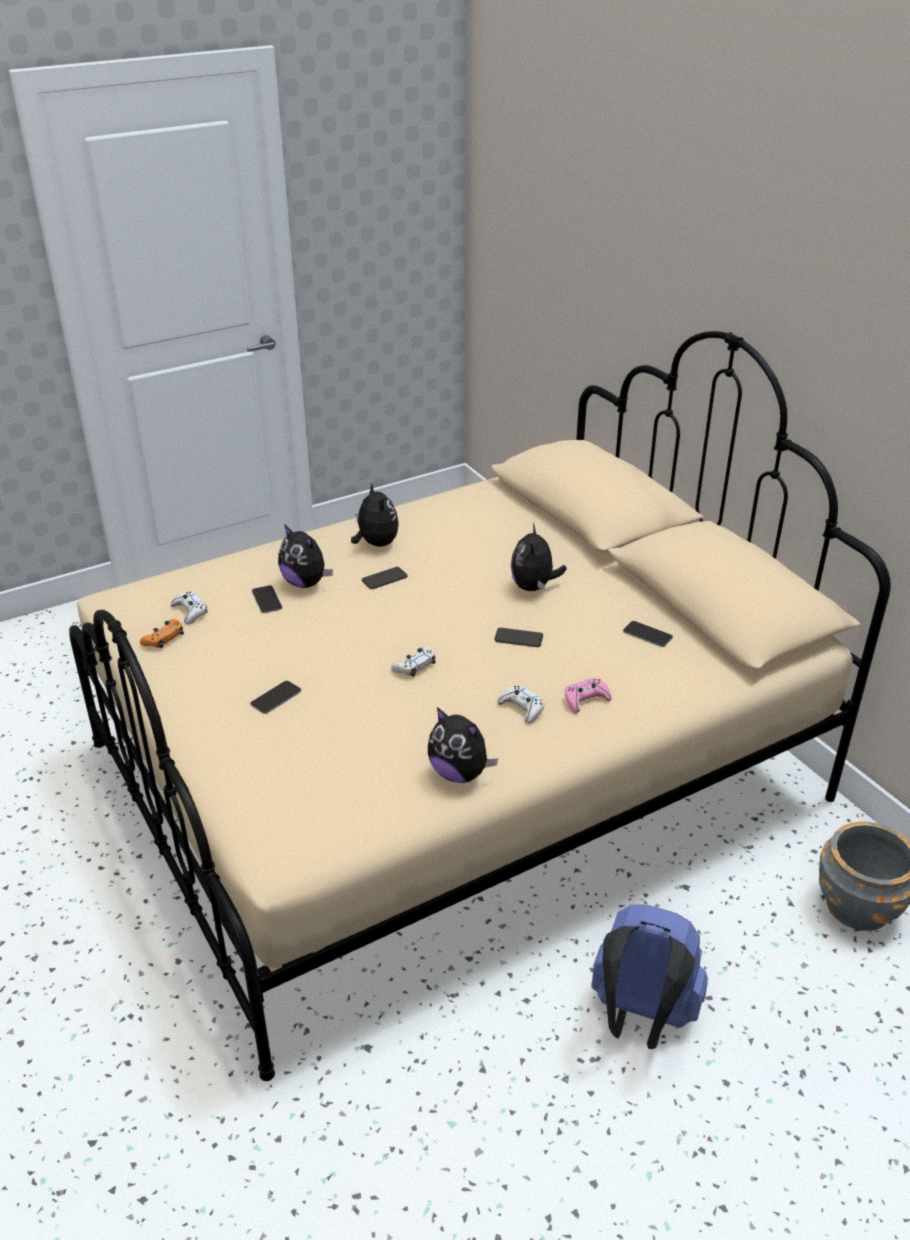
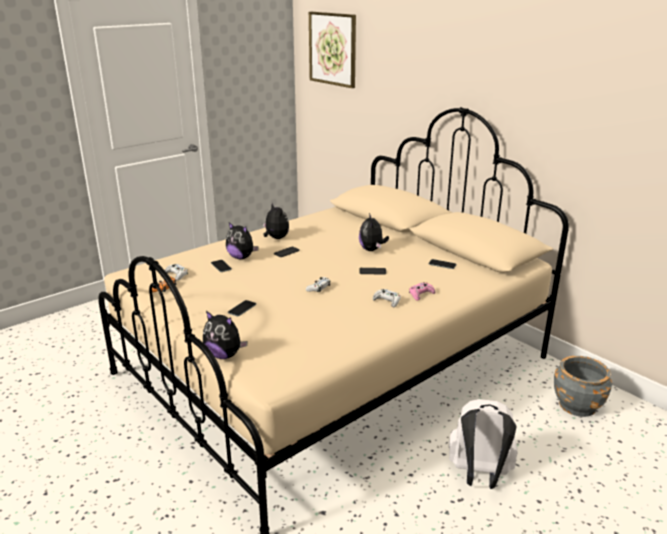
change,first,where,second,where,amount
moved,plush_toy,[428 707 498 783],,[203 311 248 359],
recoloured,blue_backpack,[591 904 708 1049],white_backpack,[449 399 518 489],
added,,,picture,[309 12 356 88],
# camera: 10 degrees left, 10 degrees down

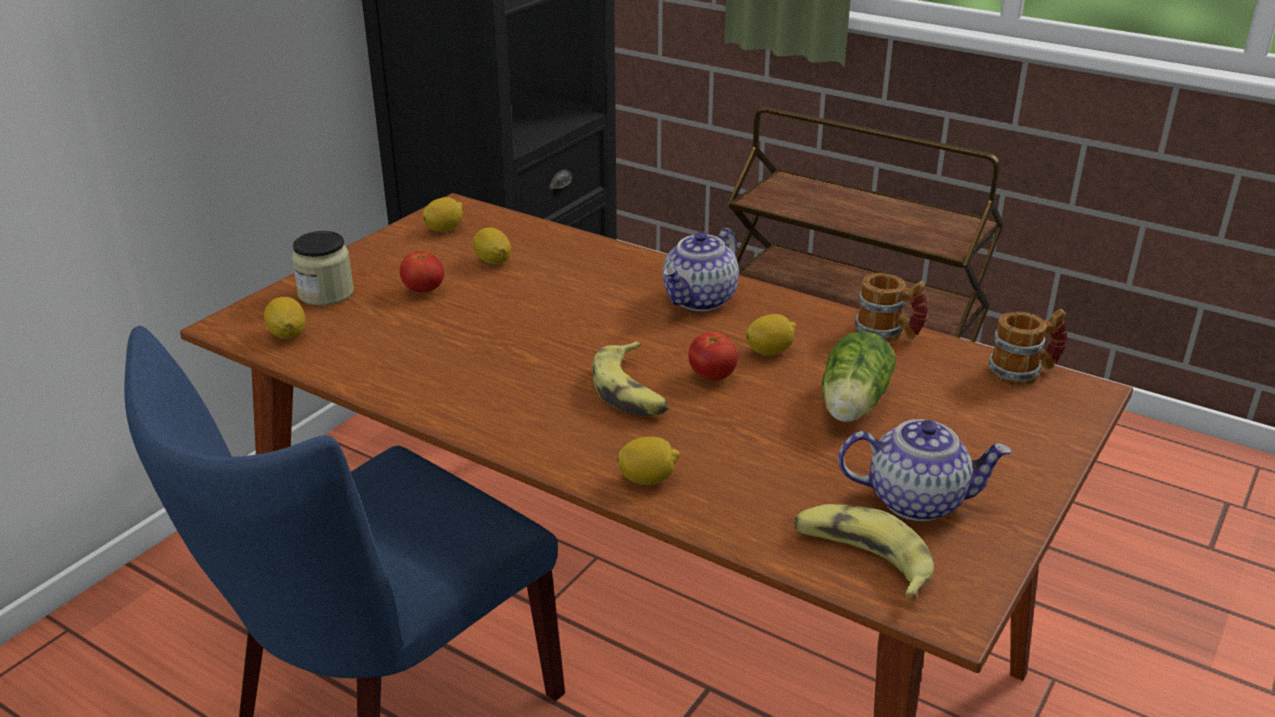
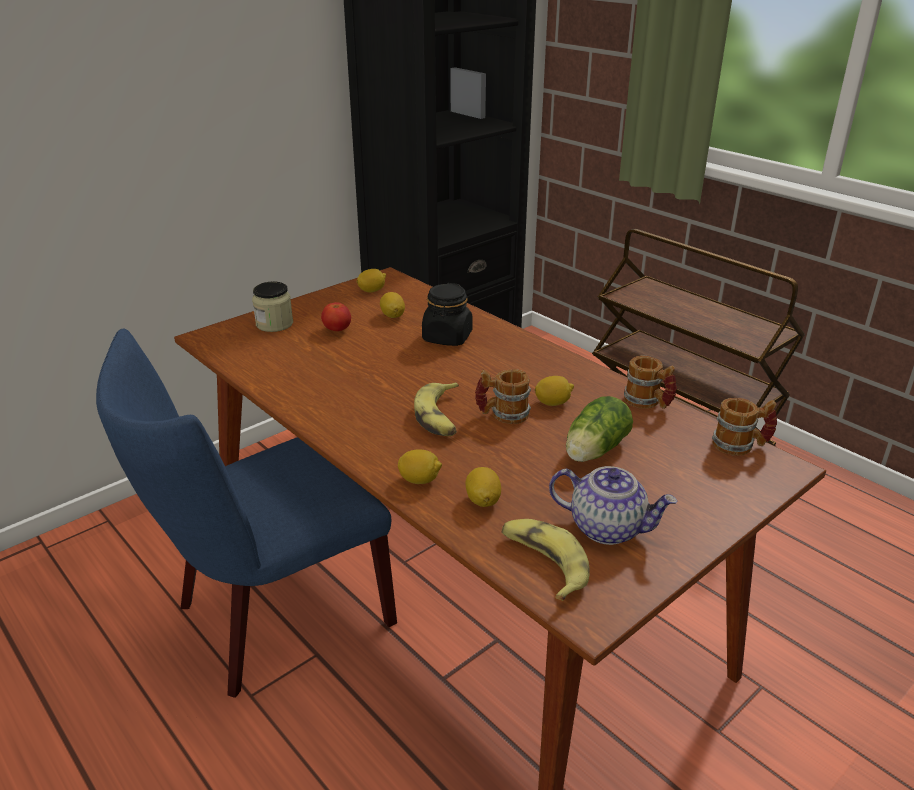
change,first,where,second,where,amount
moved,lemon,[264 297 306 339],,[466 467 501 507],
removed,teapot,[663 228 739 311],,,
replaced,tomato,[688 332 738 381],mug,[475 369 531 424],
added,,,black_jar,[422 283 472 346],
# camera: 15 degrees right, 0 degrees up

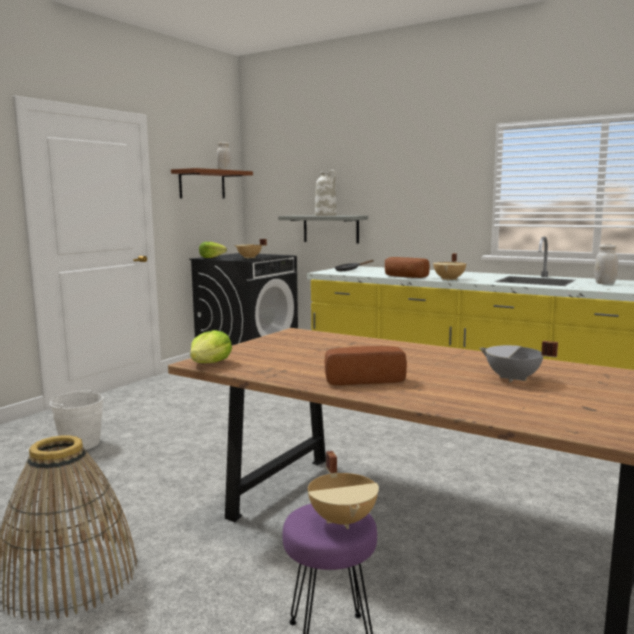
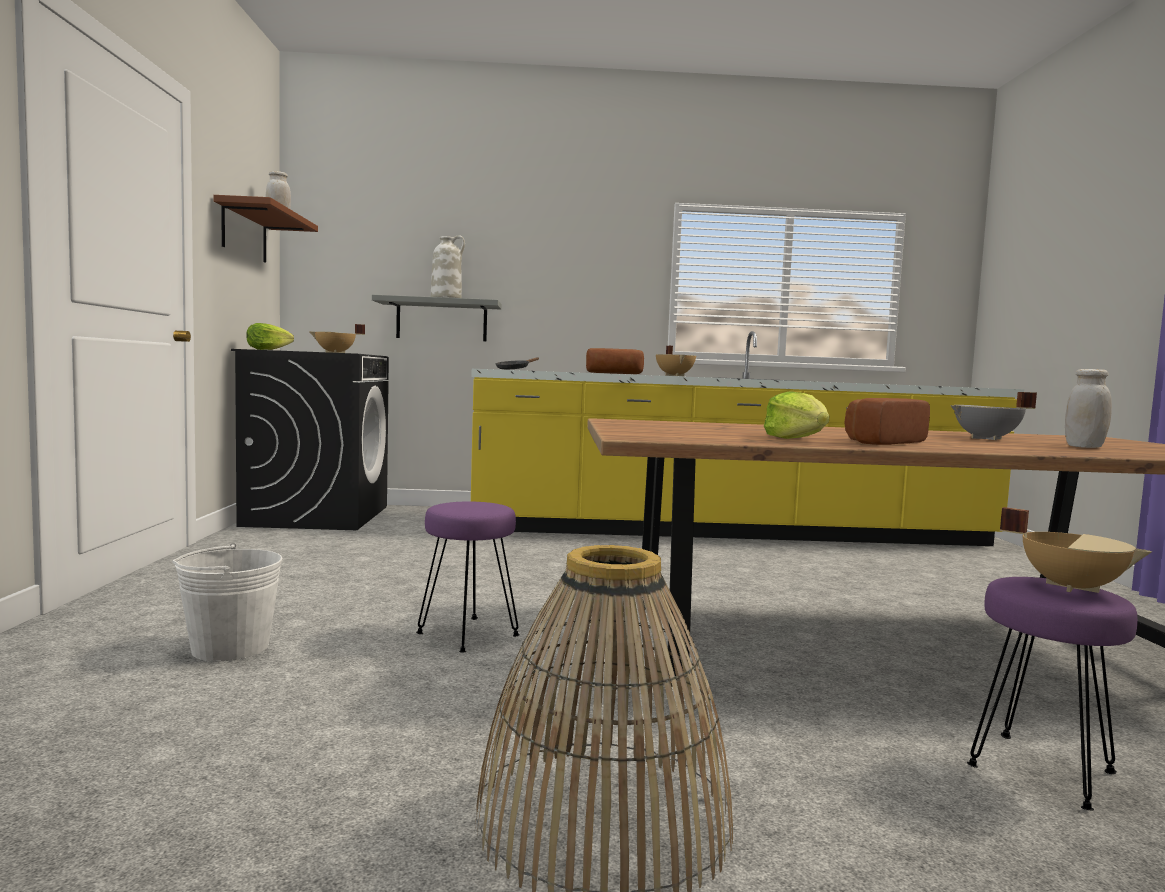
change,first,where,second,where,amount
moved,lettuce,[190 330 232 363],,[764 391 830 439],
moved,white_jar,[594 244 618 284],,[1065 369 1112 448],
added,,,purple_stool,[416 501 520 652],
# camera: 35 degrees left, 5 degrees down

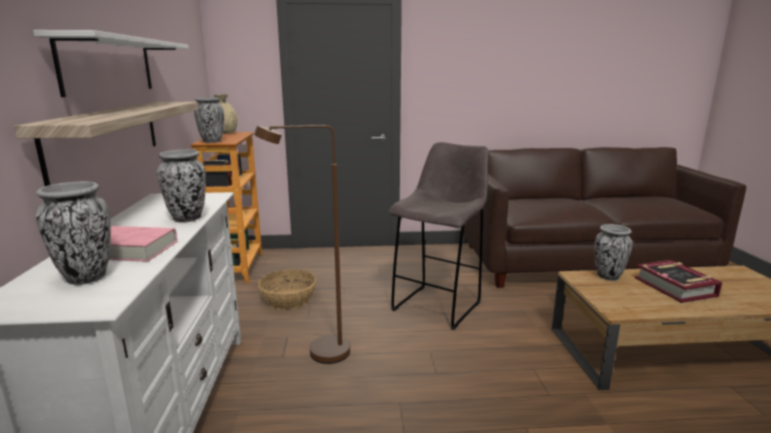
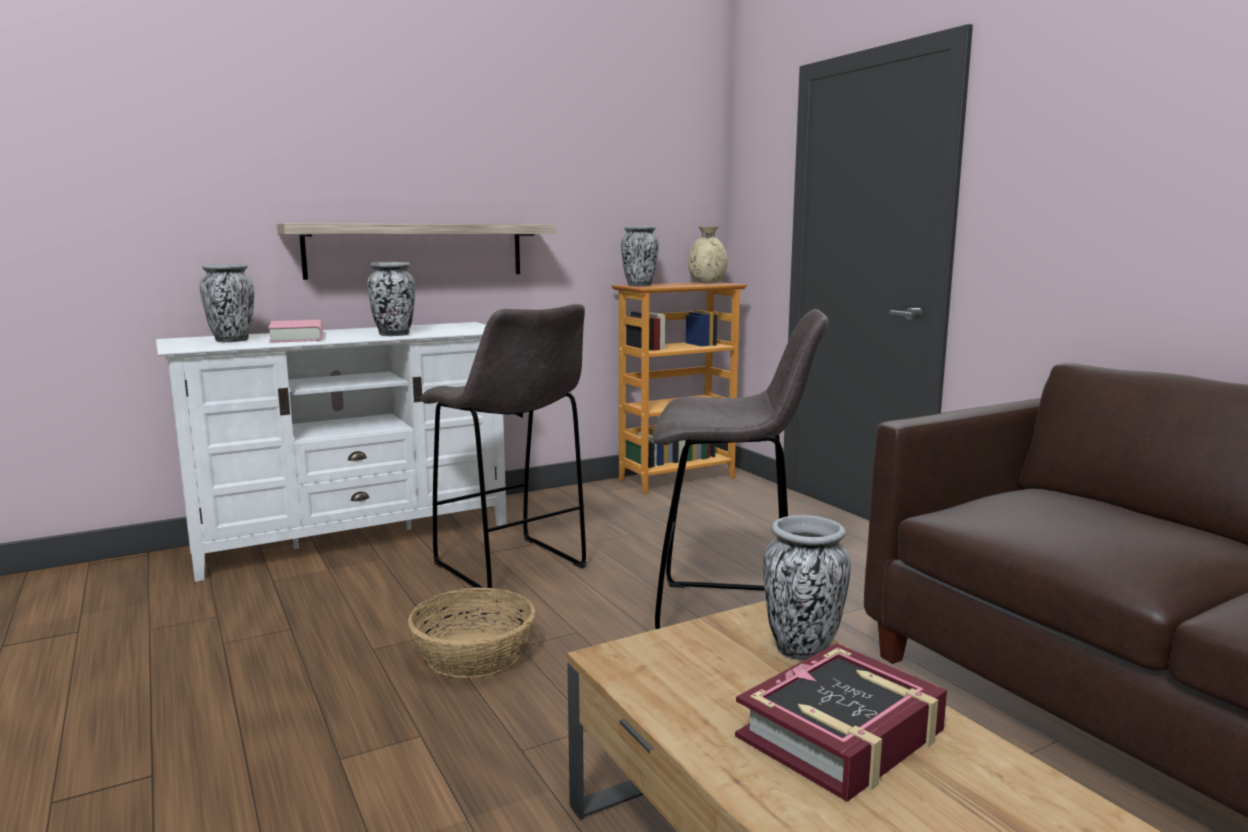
change,first,where,second,where,amount
removed,white_shelf,[33 30 189 97],,,
replaced,brown_floor_lamp,[254 125 350 364],grey_stool,[420 304 587 588],
moved,basket,[258 269 317 310],,[408 587 535 678],
# camera: 65 degrees right, 5 degrees down

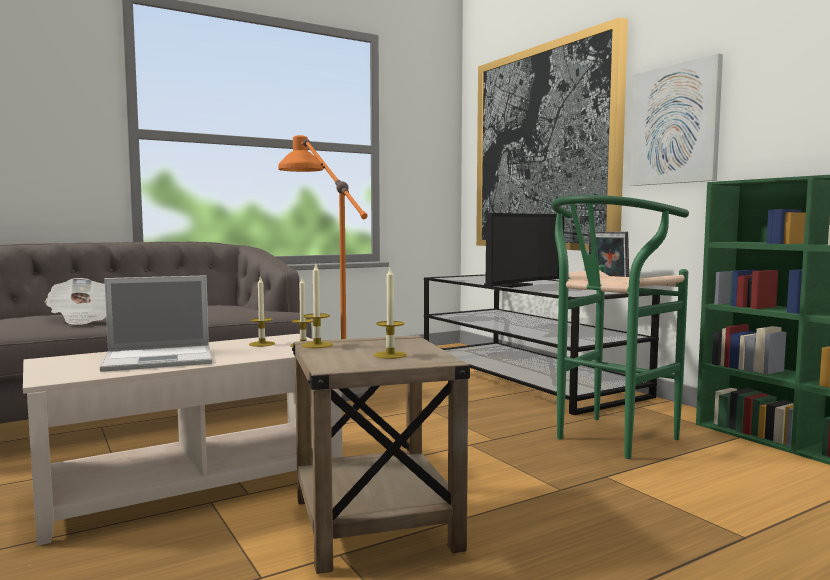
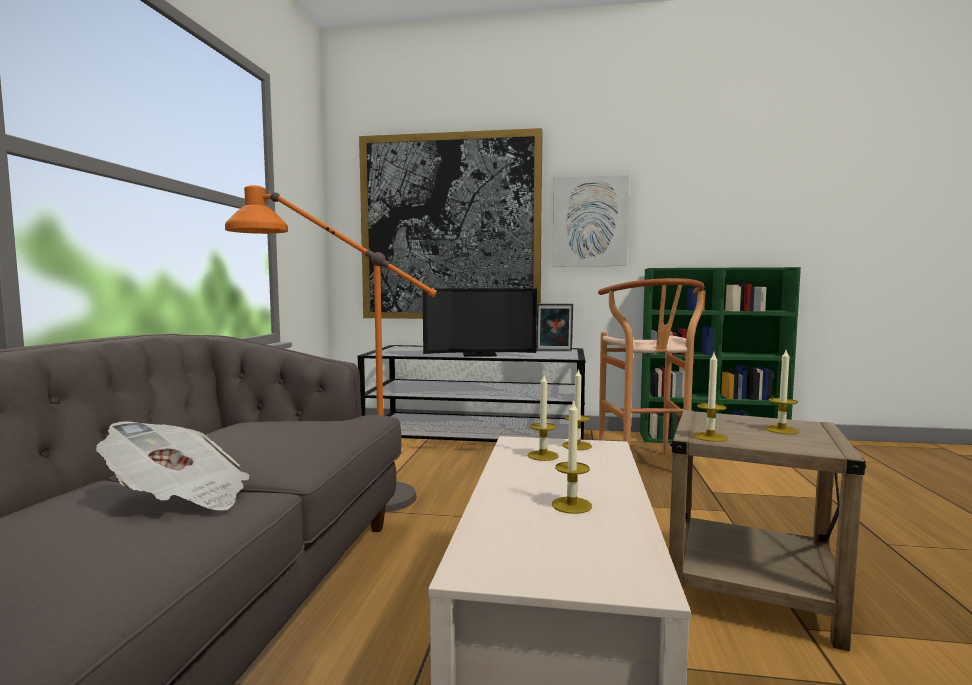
change,first,where,second,where,amount
replaced,laptop,[100 275 212 372],candle,[552 399 592 514],
turned,television,[484 213 564 288],,[423 289 537 357],90 degrees clockwise
recoloured,green_stool,[552 195 689 459],brown_stool,[598 278 704 455],
# camera: 50 degrees left, 0 degrees up

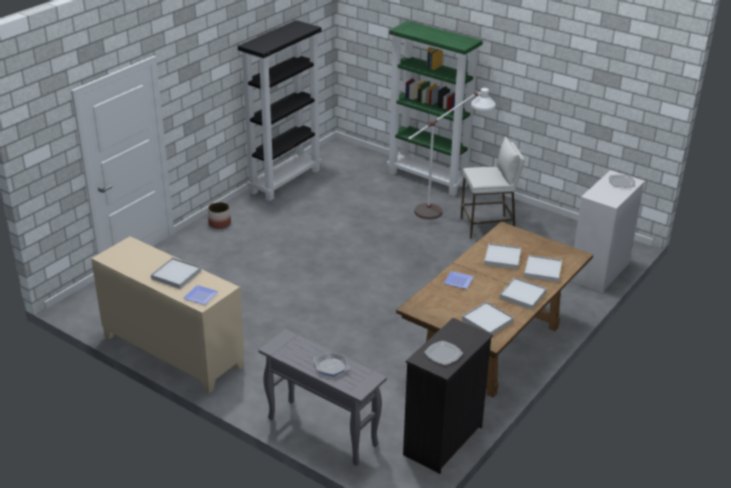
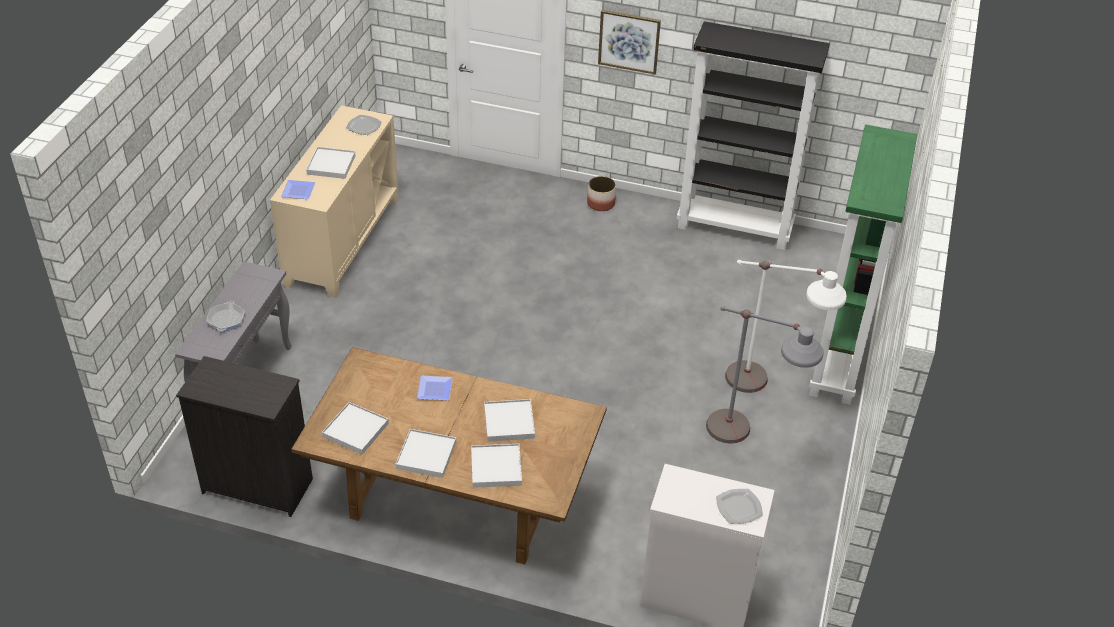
change,first,where,second,where,amount
moved,plate,[424 341 463 365],,[346 115 382 135],
replaced,white_stool,[460 137 525 239],grey_floor_lamp,[706 306 824 443],
added,,,picture,[598 10 661 74],
# camera: 70 degrees right, 10 degrees up

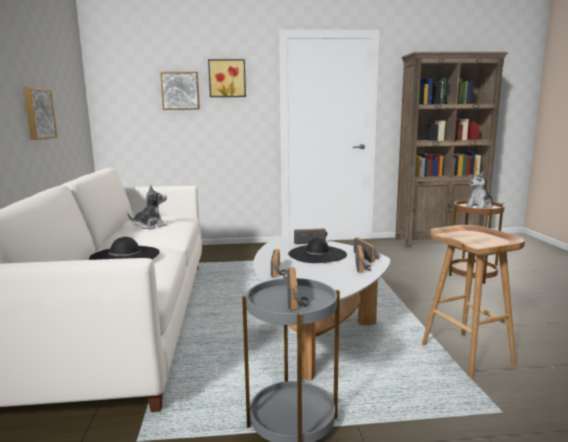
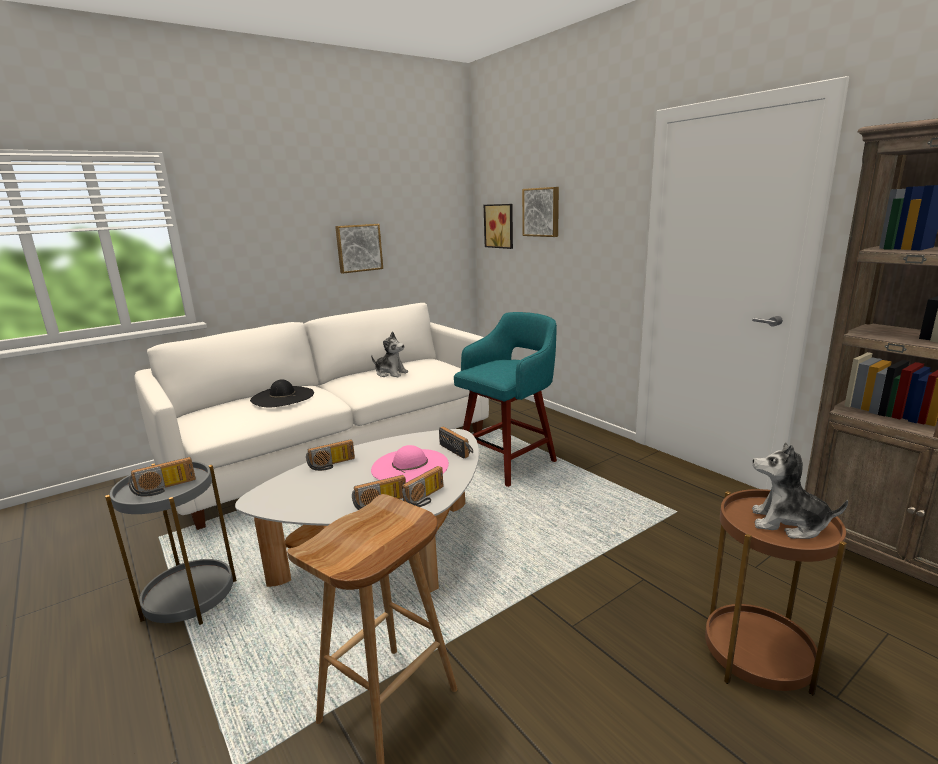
change,first,where,second,where,amount
moved,picture,[208 59 246 97],,[484 204 513 249],
recoloured,black_hat,[288 238 347 263],pink_hat,[371 445 449 483],
added,,,turquoise_stool,[454 312 557 487],
# camera: 60 degrees right, 5 degrees up

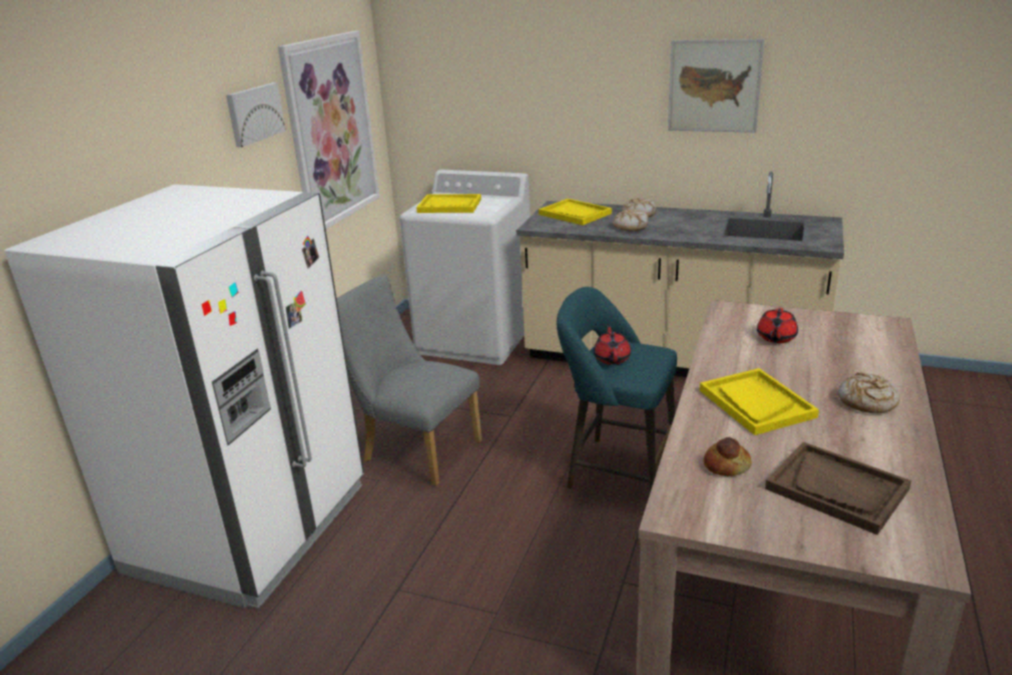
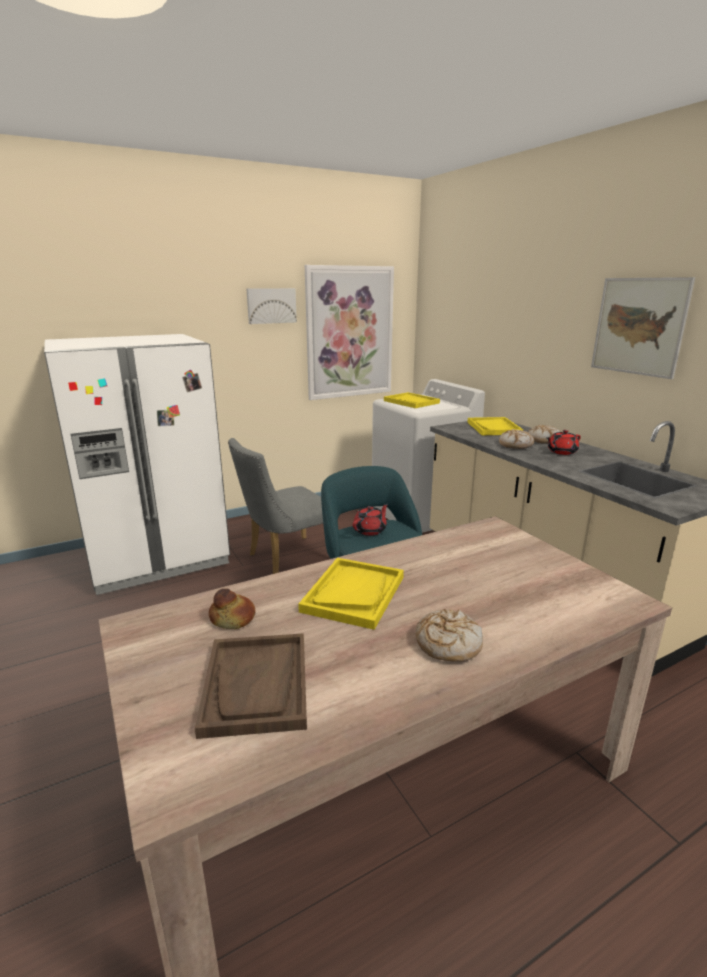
change,first,where,second,where,amount
turned,grey_chair,[337 275 482 486],,[228 438 323 574],105 degrees counterclockwise
moved,red_teapot,[757 308 798 343],,[547 430 581 455],
# camera: 40 degrees right, 5 degrees down

